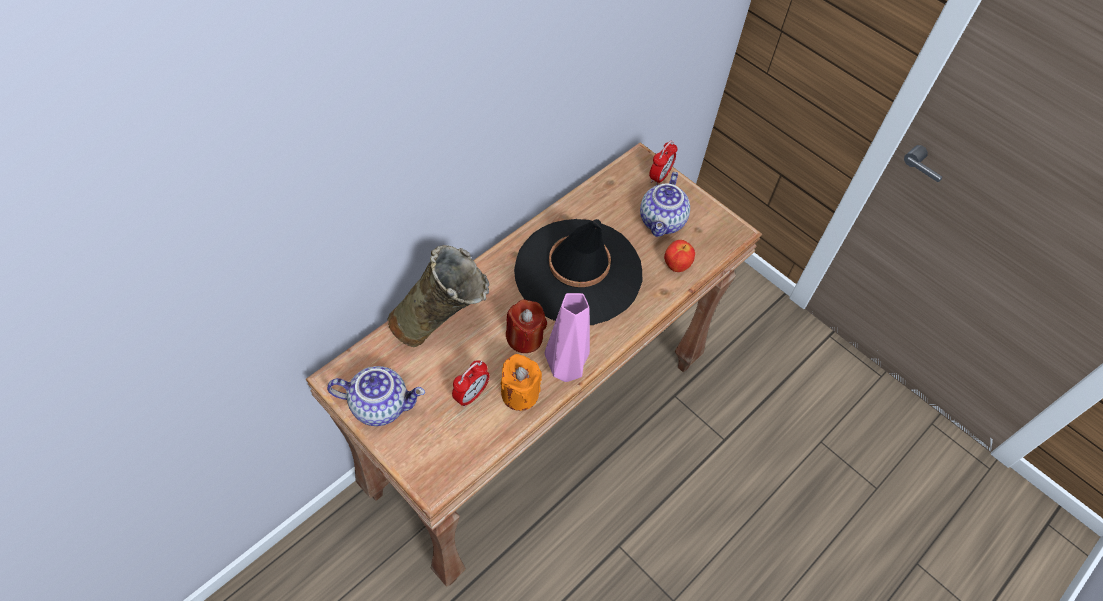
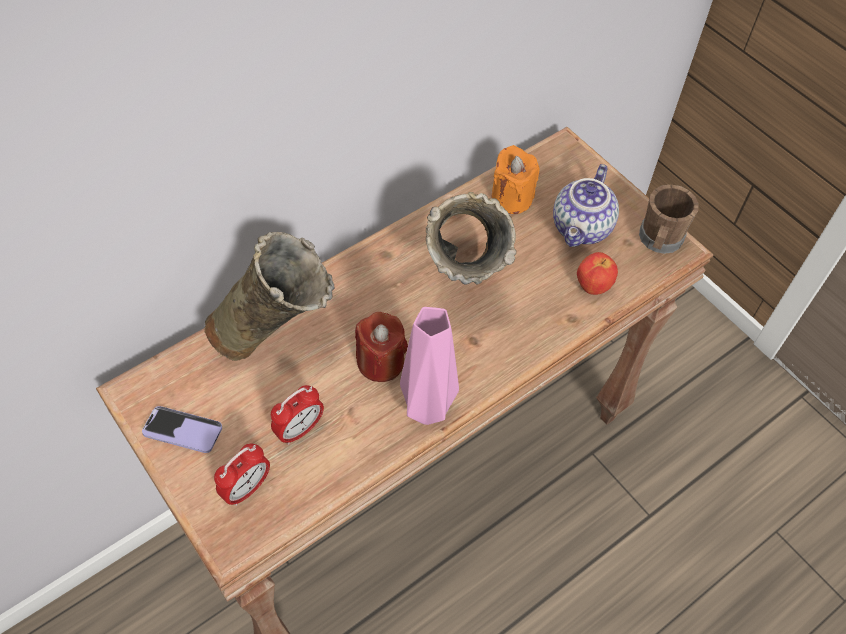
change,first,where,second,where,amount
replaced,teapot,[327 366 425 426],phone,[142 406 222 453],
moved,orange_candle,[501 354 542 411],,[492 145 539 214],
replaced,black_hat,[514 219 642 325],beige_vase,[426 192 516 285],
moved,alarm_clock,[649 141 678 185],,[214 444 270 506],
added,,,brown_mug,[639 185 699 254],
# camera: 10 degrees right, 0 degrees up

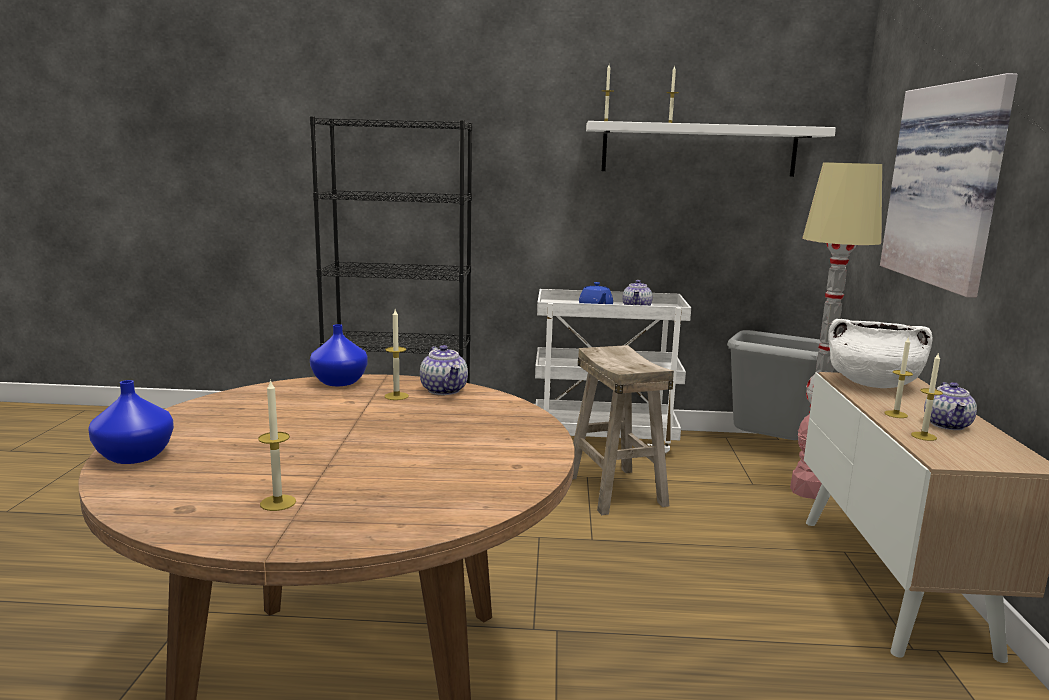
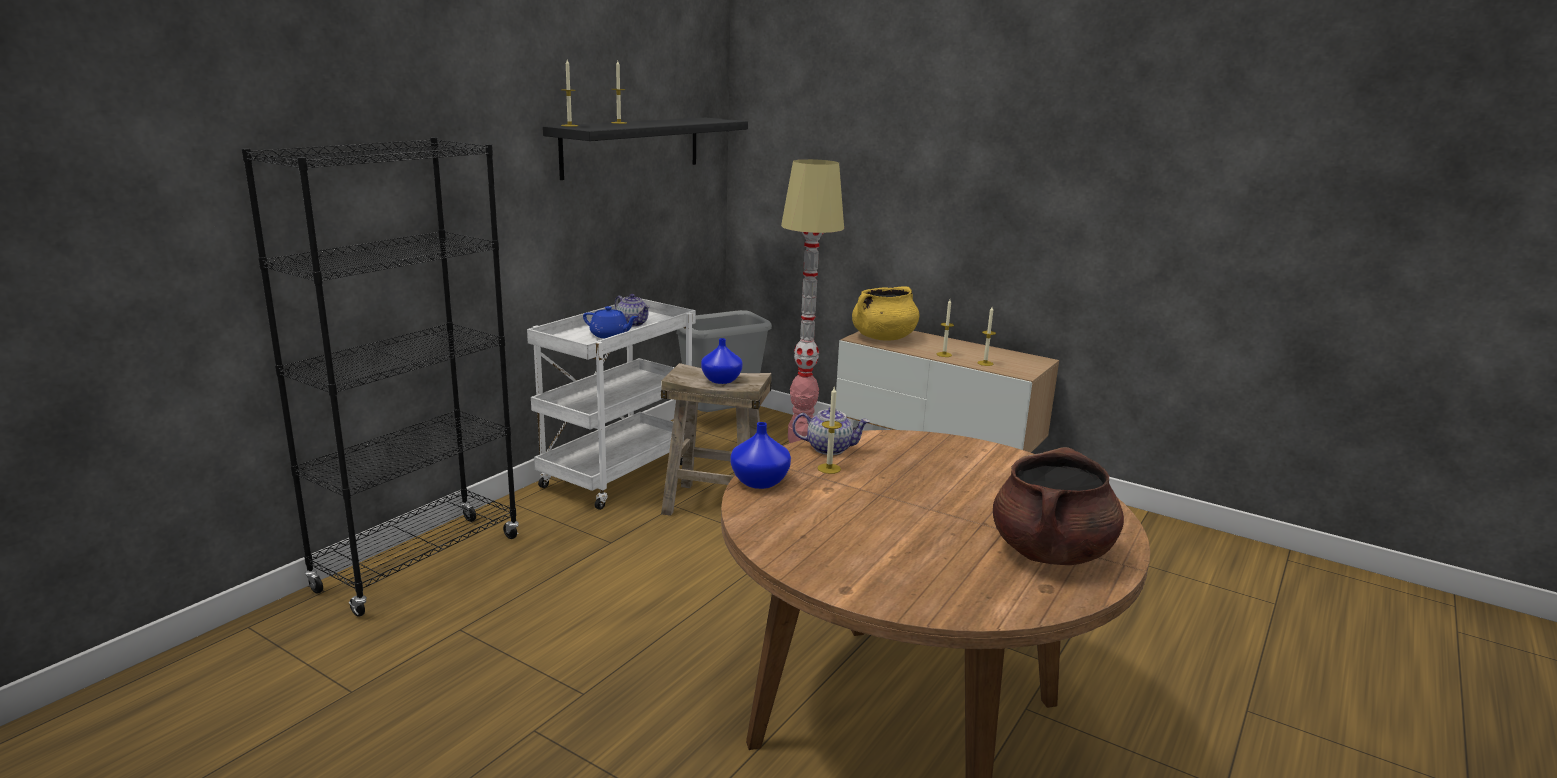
change,first,where,second,where,amount
moved,blue_vase,[88 380 174 464],,[701 338 743 384],
replaced,candle,[258 379 296 511],brown_cooking_pot,[993 447 1124 565],
recoloured,white_shelf,[586 121 836 177],black_shelf,[543 118 748 180],
recoloured,white_cooking_pot,[828 319 932 388],yellow_cooking_pot,[852 286 919 341],
removed,picture,[880 73 1018 298],,,
removed,teapot,[924 382 977 430],,,
# camera: 60 degrees left, 5 degrees up

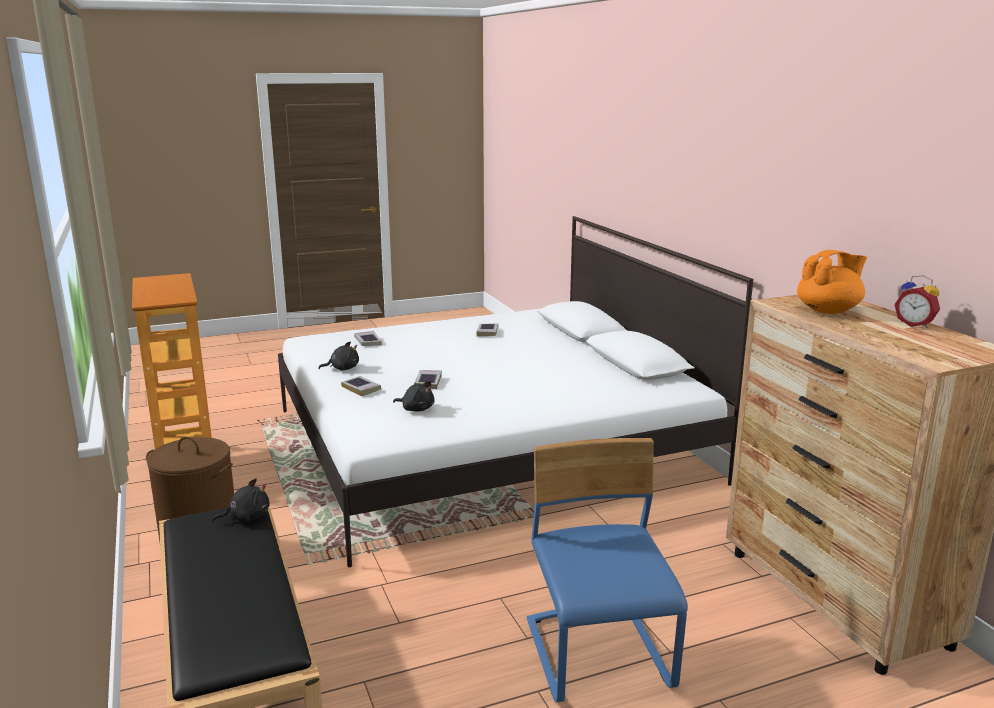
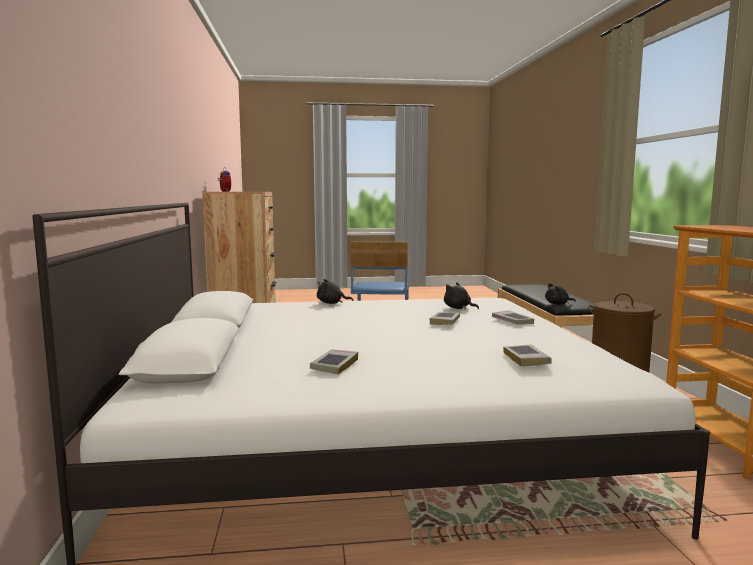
change,first,where,second,where,amount
moved,black_plush_toy,[318 341 359 370],,[317 279 354 304],
removed,orange_teapot,[797 250 867 314],,,
# camera: 165 degrees left, 10 degrees down

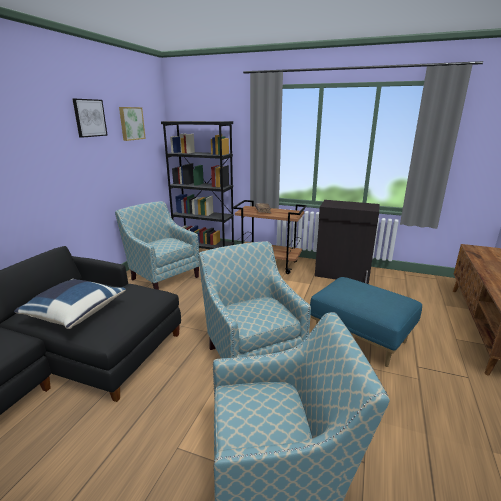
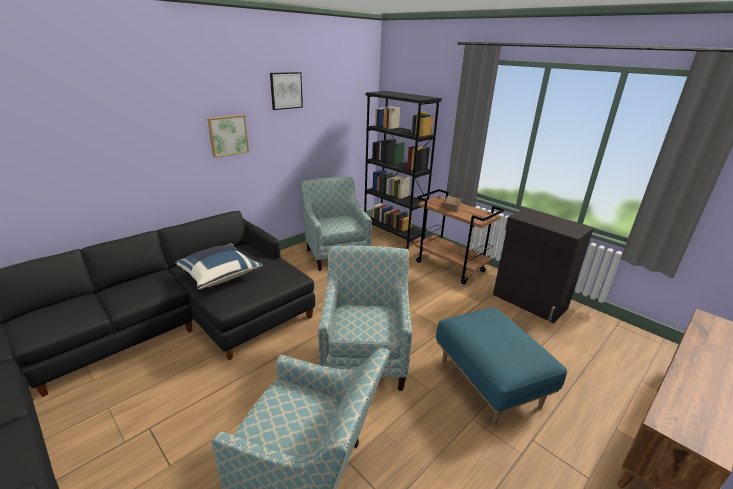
change,first,where,second,where,amount
moved,picture,[119 107 146 141],,[207 115 249 158],
# camera: 25 degrees right, 5 degrees up

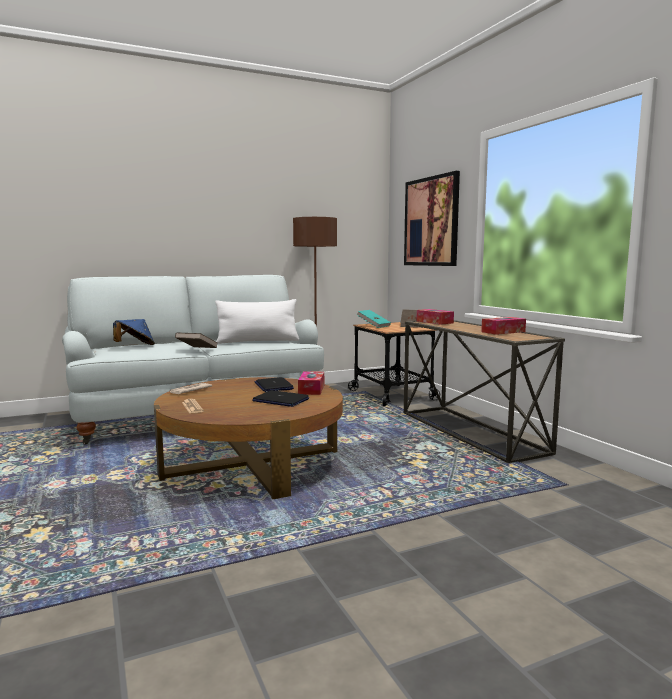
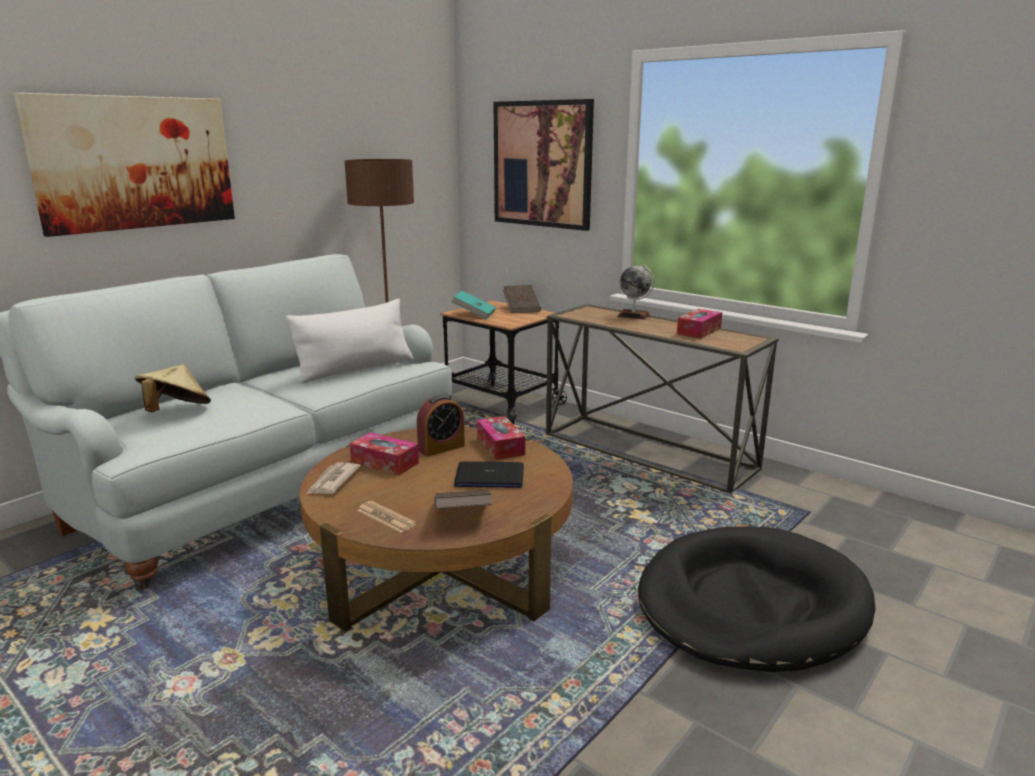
change,first,where,second,where,amount
recoloured,blue_hat,[113 319 155 345],beige_hat,[135 364 211 412],
moved,brown_book,[175 332 217 348],,[434 490 492 509],
replaced,laptop,[255 377 294 392],alarm_clock,[417 395 465 457],
moved,tissue_box,[417 309 454 325],,[349 432 419 475],
added,,,picture,[14 93 235 237],
added,,,globe,[617 265 654 320],
added,,,black_dog_bed,[638 527 875 672],
# camera: 25 degrees left, 10 degrees up

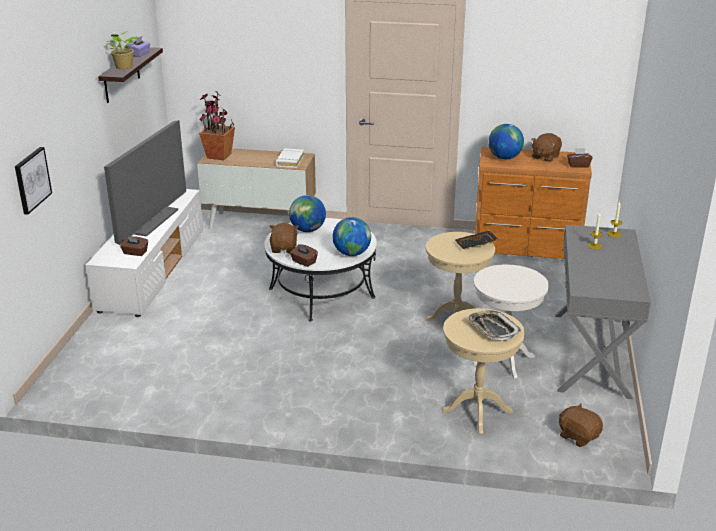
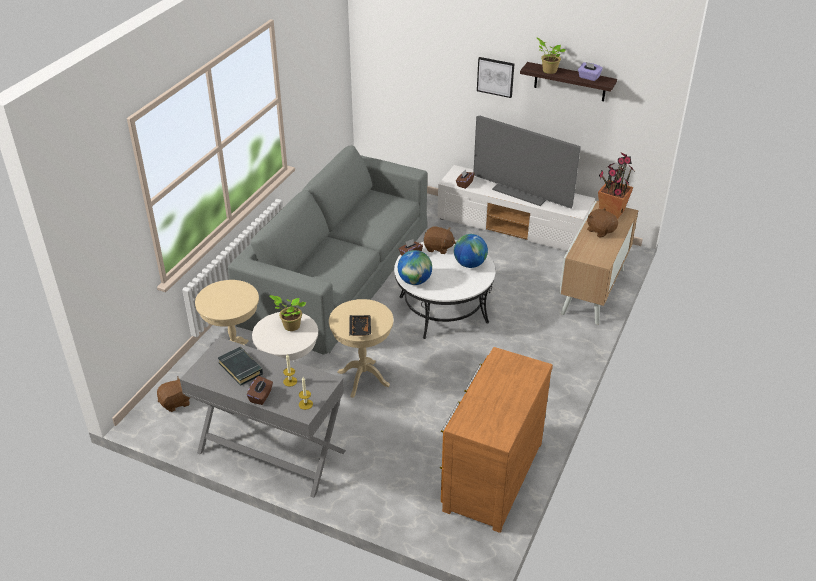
change,first,where,second,where,amount
moved,picture,[15 147 52 215],,[477 57 514 98],
removed,white_book,[276 148 304 168],,,
removed,tray,[467 310 521 340],,,
removed,globe,[488 124 524 159],,,
moved,brown_plush_toy,[531 133 562 162],,[587 208 618 238],
moved,brown_tissue_box,[567 148 593 168],,[247 376 273 405],
added,,,black_book,[218 347 263 386],
added,,,grey_sofa,[228 145 428 355],
added,,,potted_plant,[270 295 306 331],
# camera: 105 degrees right, 10 degrees up

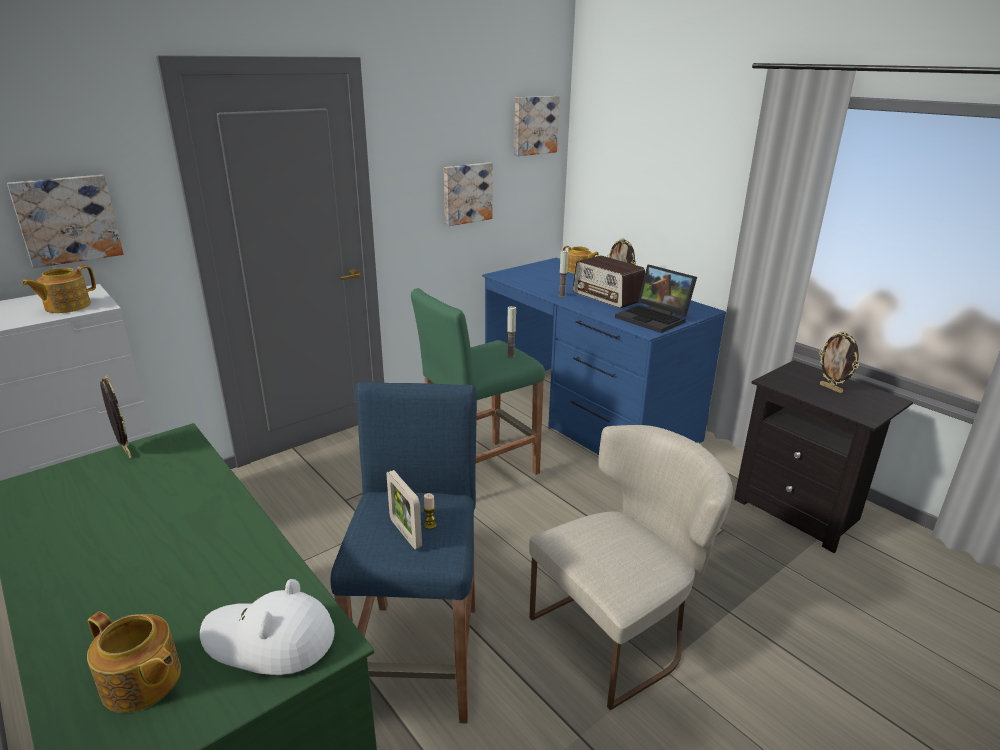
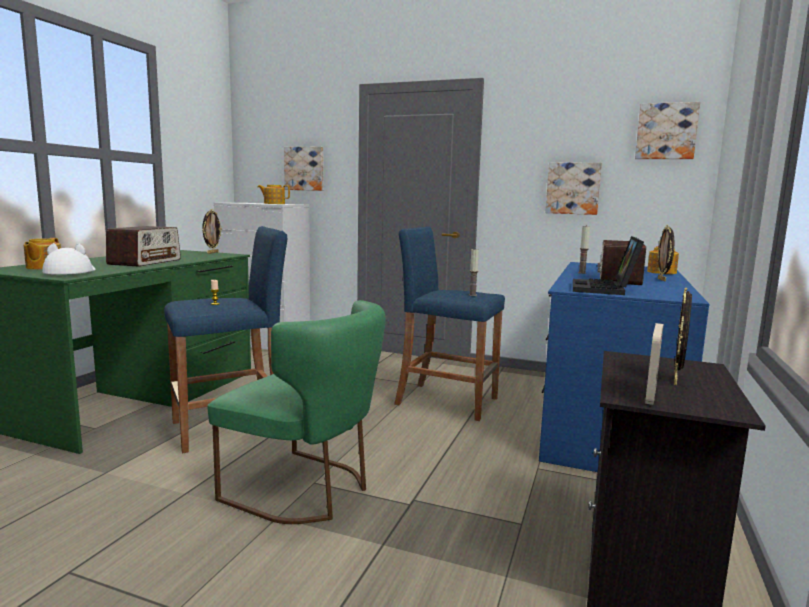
change,first,where,second,where,amount
moved,picture_frame,[386 470 422 549],,[645 323 664 405],
recoloured,green_stool,[411 288 545 475],blue_stool,[394 226 505 421],
recoloured,beige_chair,[529 425 733 710],green_chair,[207 300 386 524],
added,,,radio,[106 226 181 267],
# camera: 60 degrees right, 15 degrees down

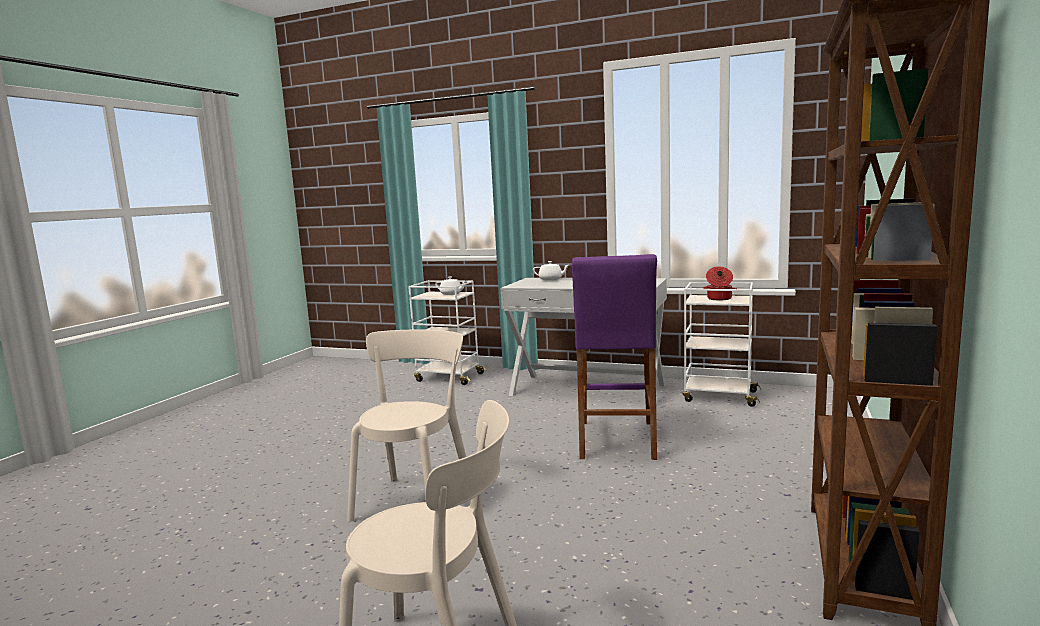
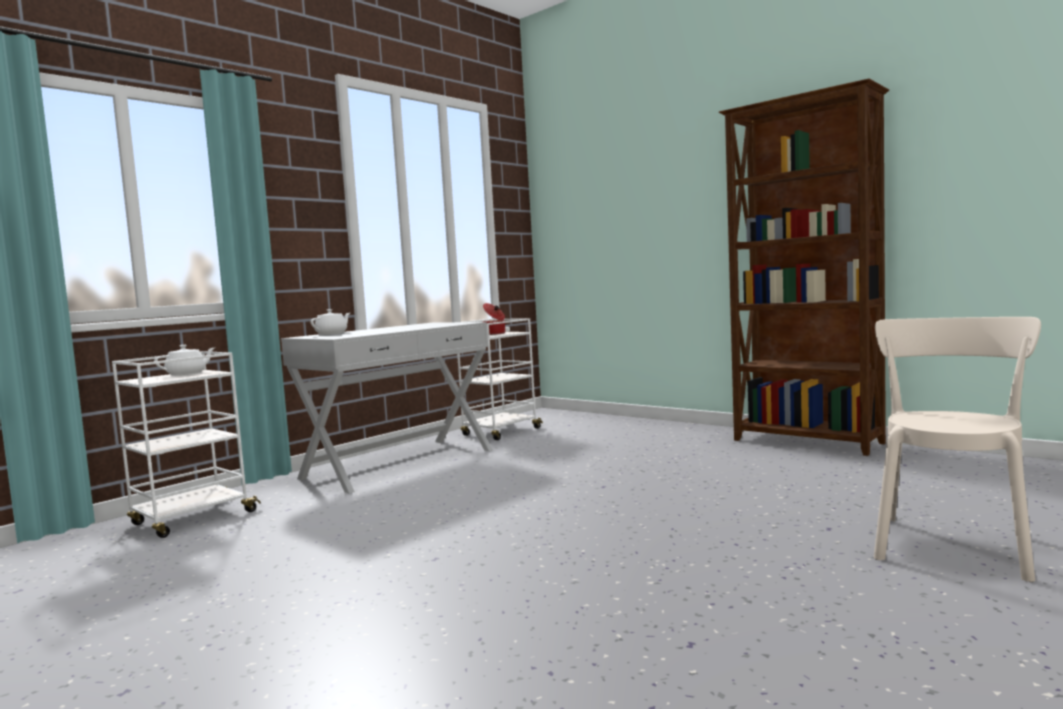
change,first,where,second,where,amount
removed,beige_chair,[347 330 466 522],,,
removed,purple_stool,[572 254 657 460],,,
# camera: 70 degrees left, 5 degrees down

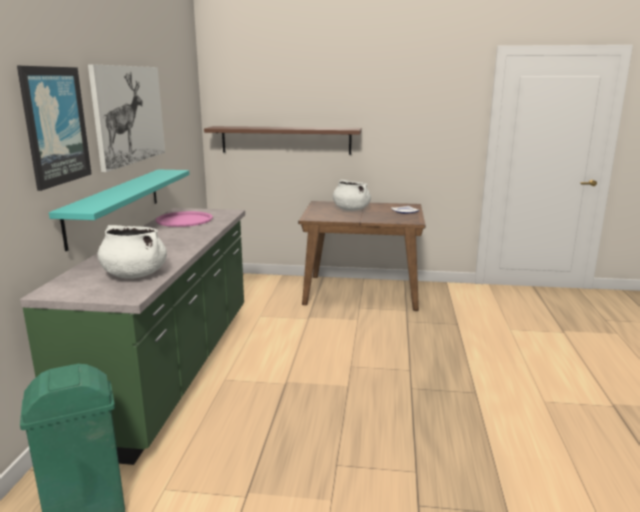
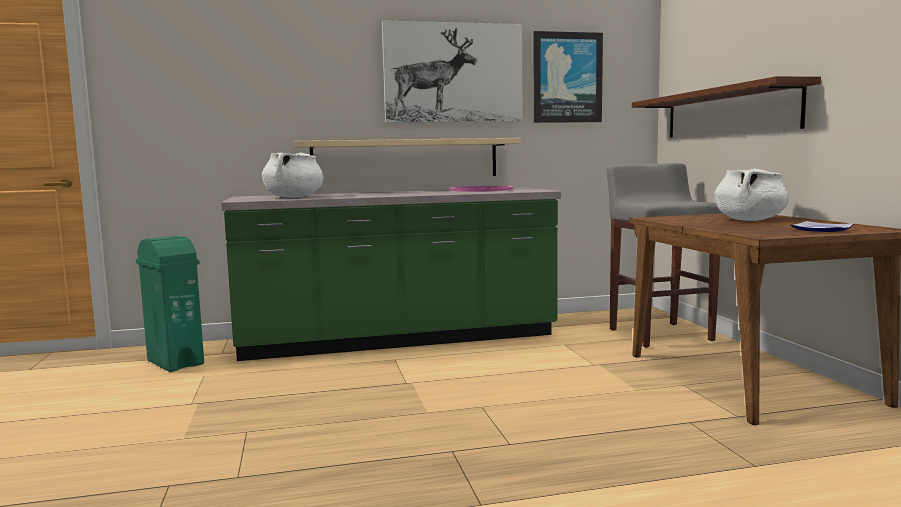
change,first,where,second,where,amount
moved,picture,[17 66 92 191],,[534 31 603 123],
recoloured,turquoise_shelf,[49 170 190 251],beige_shelf,[294 138 520 176],
added,,,grey_stool,[607 163 723 348],
# camera: 70 degrees right, 10 degrees down

